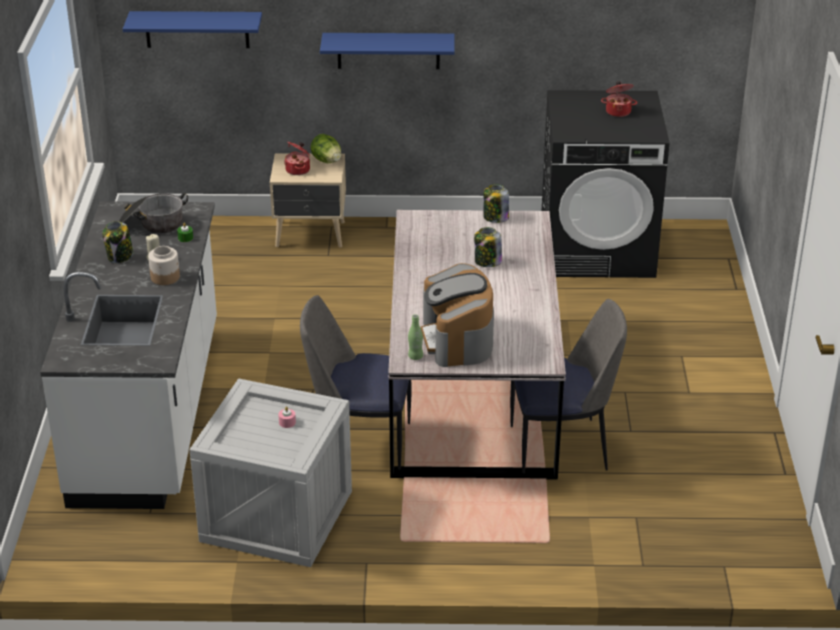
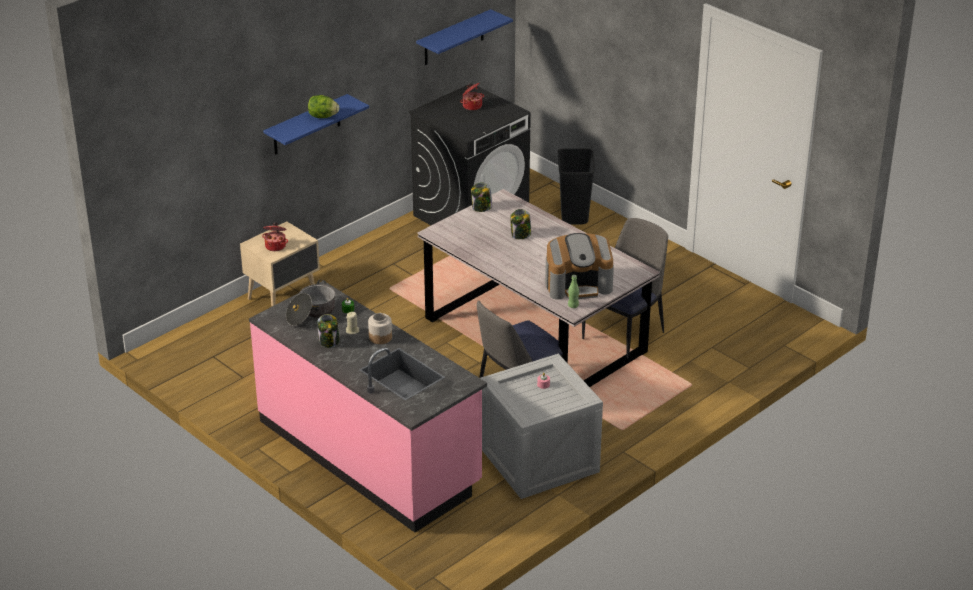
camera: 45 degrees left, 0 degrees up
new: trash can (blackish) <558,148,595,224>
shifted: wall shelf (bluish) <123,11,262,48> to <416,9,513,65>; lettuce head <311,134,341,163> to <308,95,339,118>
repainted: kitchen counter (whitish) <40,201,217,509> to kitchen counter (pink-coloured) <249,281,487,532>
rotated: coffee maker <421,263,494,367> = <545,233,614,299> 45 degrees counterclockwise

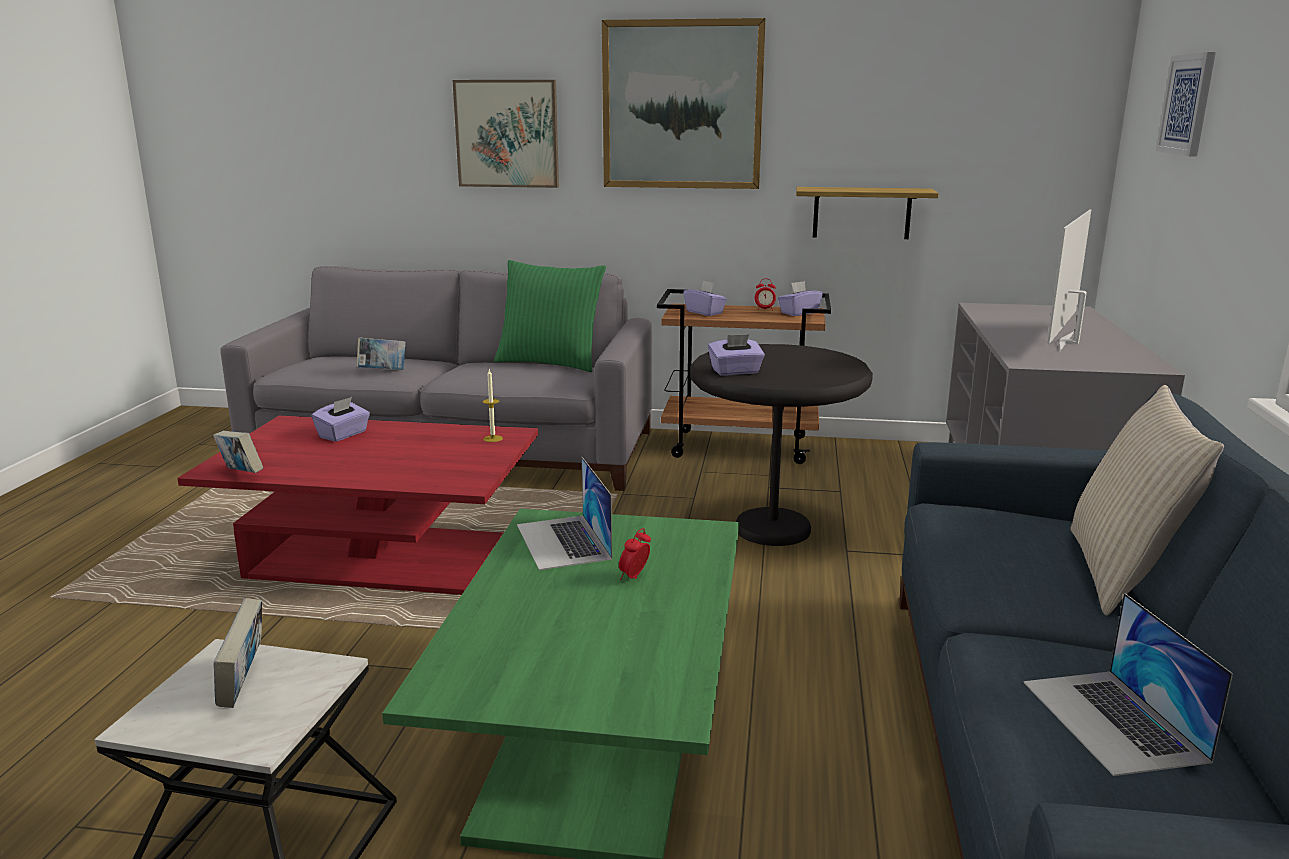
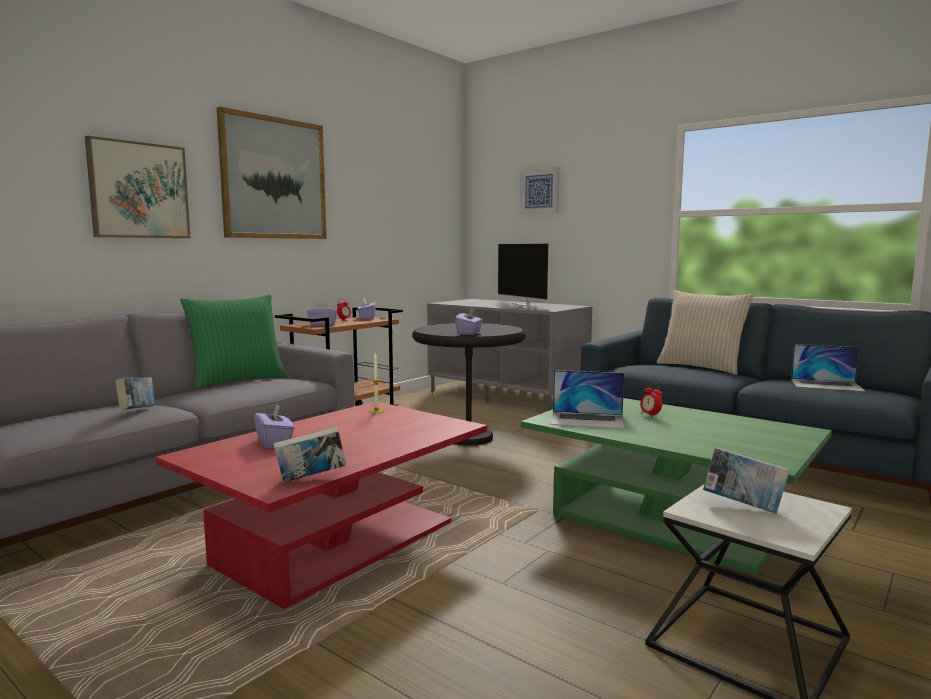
camera: 60 degrees left, 10 degrees down
gone: wall shelf <796,187,939,239>

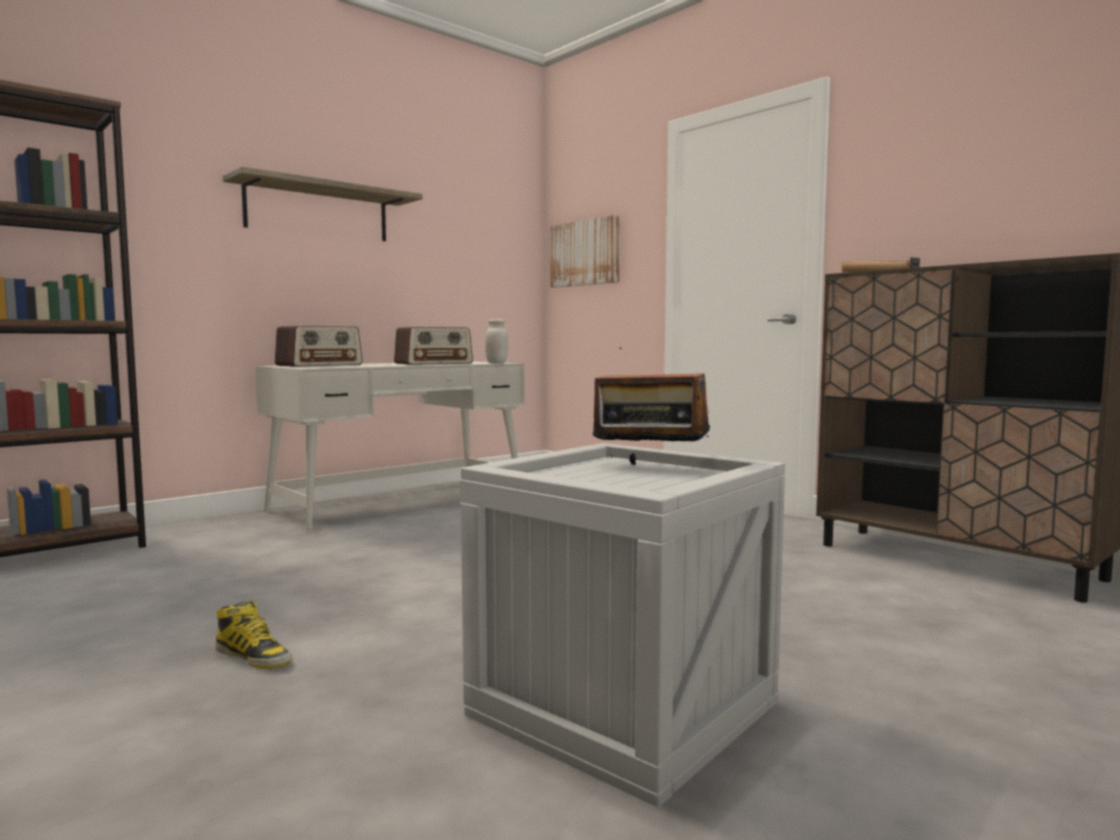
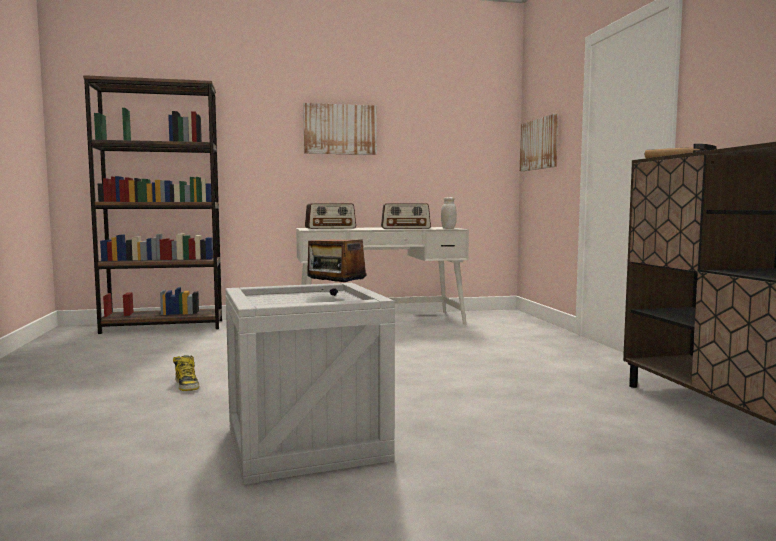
camera: 30 degrees right, 0 degrees up
swapped: wall shelf <223,166,422,241> to picture <303,103,377,155>

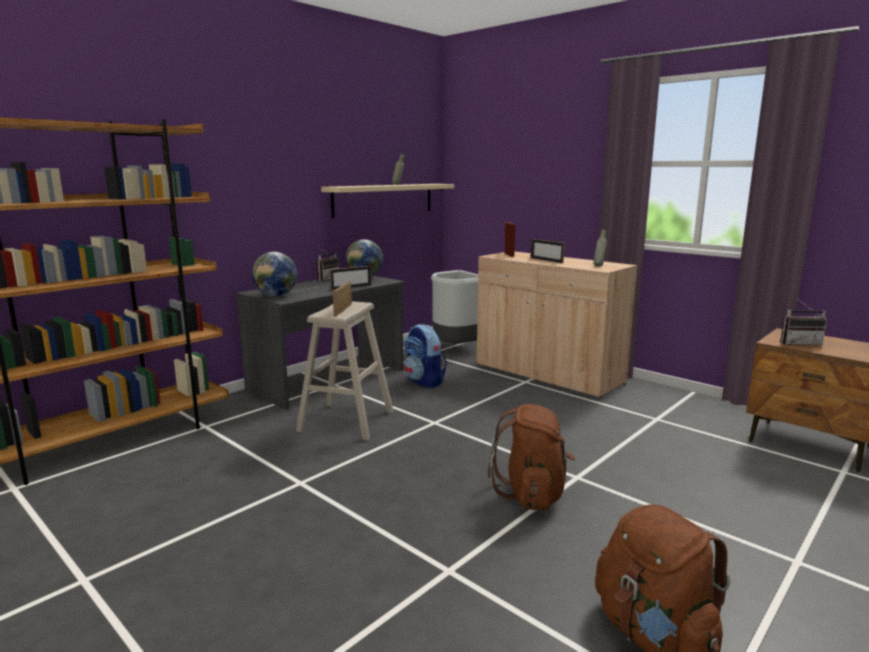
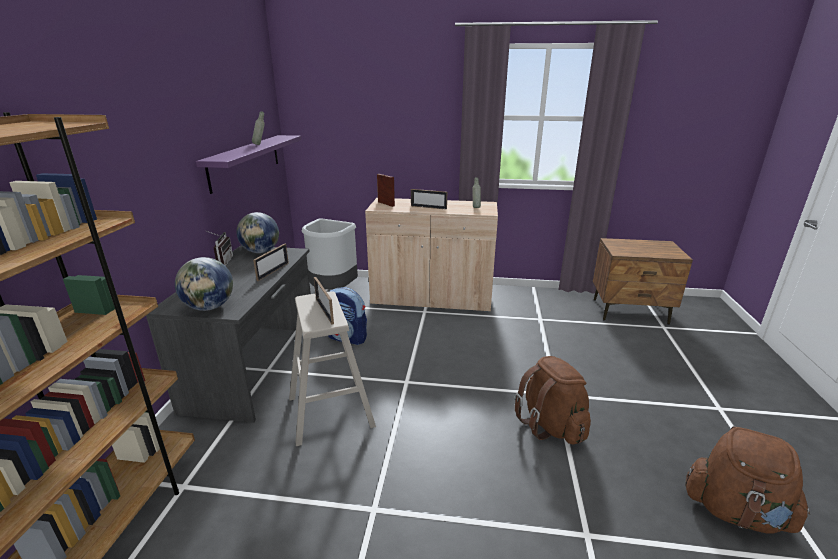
camera: 35 degrees left, 10 degrees up
gone: radio set <780,298,827,346>
repainted: wall shelf (beige) <321,184,454,218> to wall shelf (purple-coloured) <196,135,301,194>

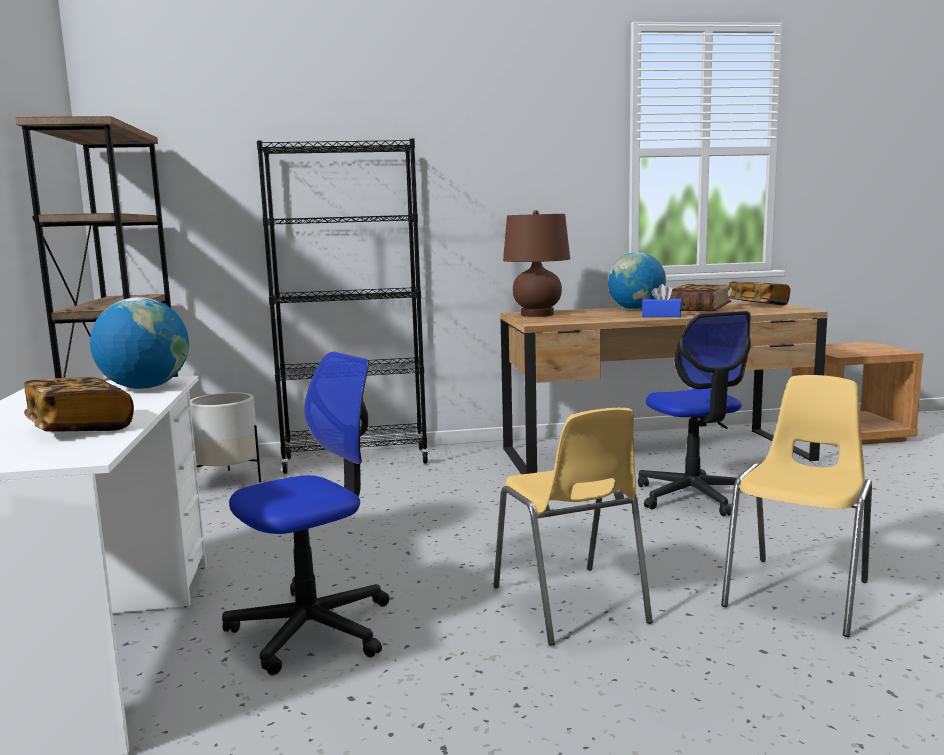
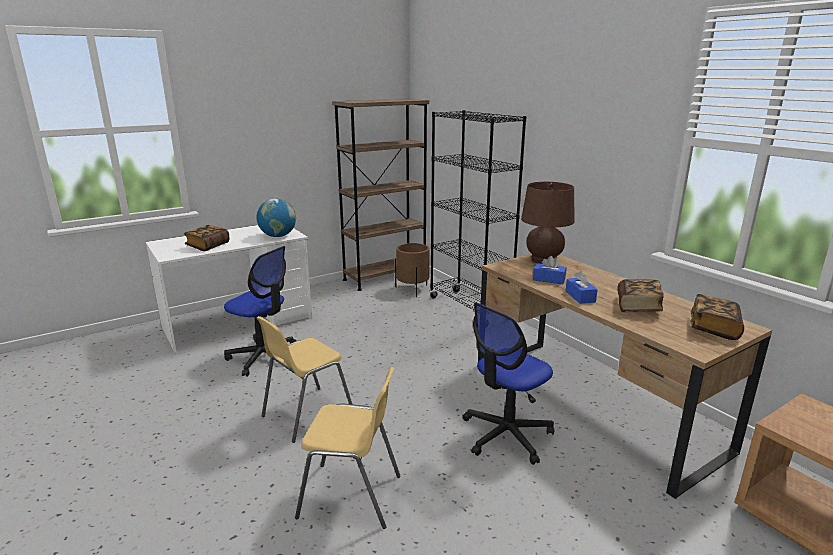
camera: 65 degrees right, 10 degrees up
gone: world globe <608,252,666,310>
new: tissue box (bluish) <533,256,567,284>
repainted: plant pot (whitish) <190,392,261,483> to plant pot (brown-coloured) <395,243,430,297>

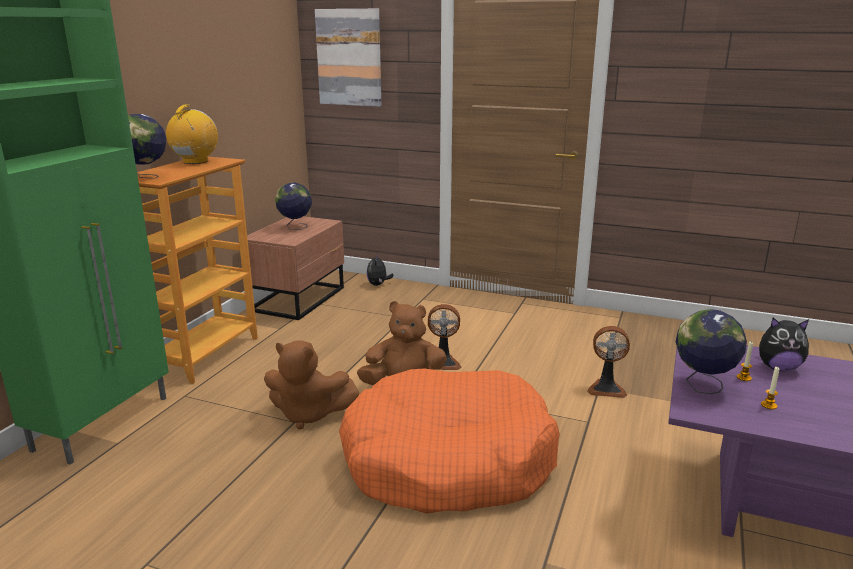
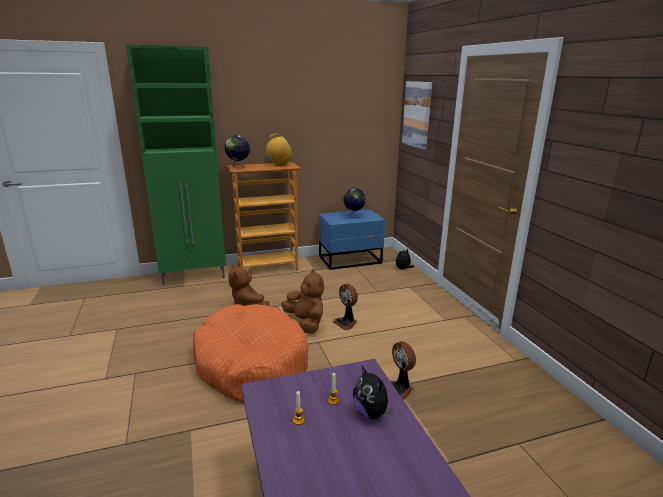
camera: 50 degrees right, 0 degrees up
gone: world globe <675,309,747,394>
repainted: bedside table (brown-coloured) <247,216,344,320> to bedside table (bluish) <319,209,385,270>

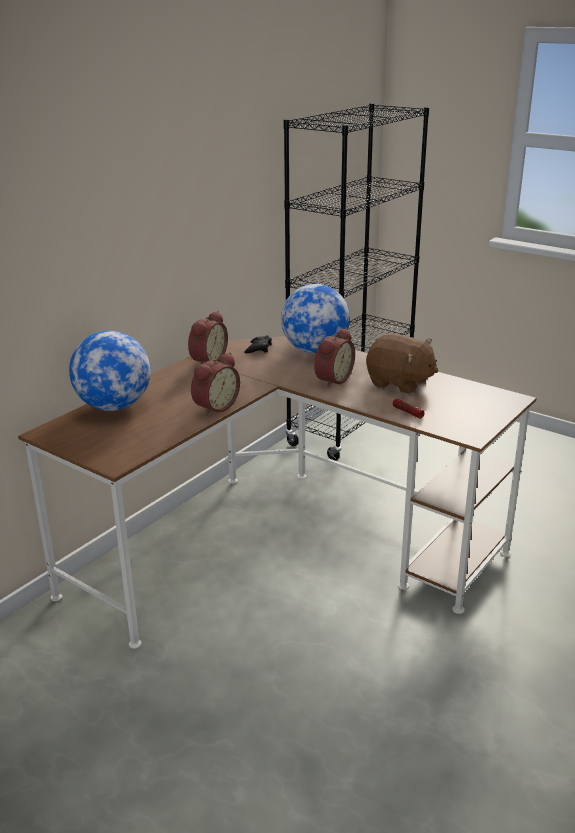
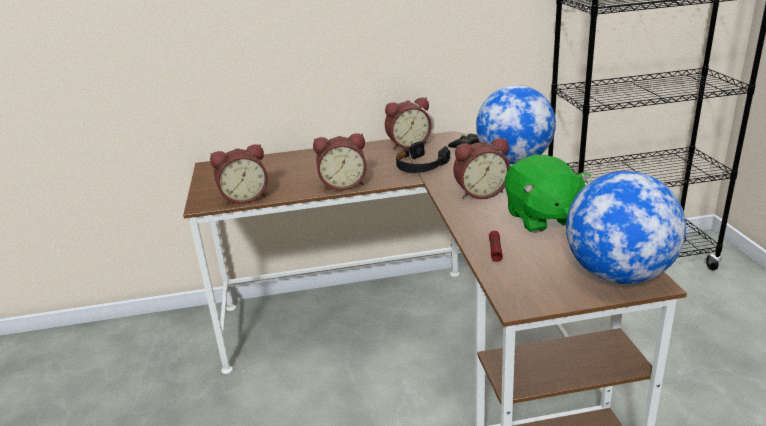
camera: 45 degrees right, 0 degrees up
new: alarm clock <210,144,268,204>; pair of headphones (blackish) <396,141,450,173>
shifted: world globe <69,331,151,411> to <566,171,686,284>
repainted: soft toy (brown-coloured) <366,333,438,394> to soft toy (greenish) <505,155,591,233>

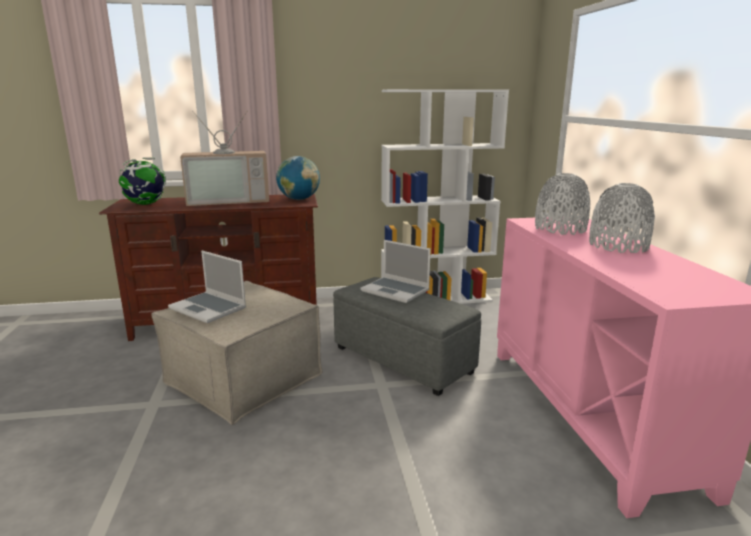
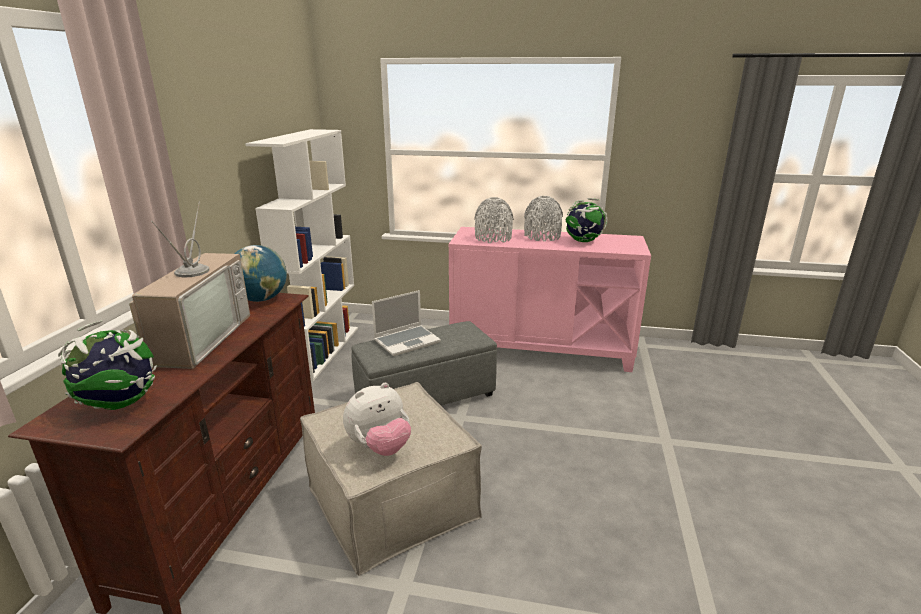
camera: 70 degrees left, 5 degrees up
new: world globe <566,198,607,242>
swapped: laptop <168,250,246,323> to soft toy <343,383,411,456>

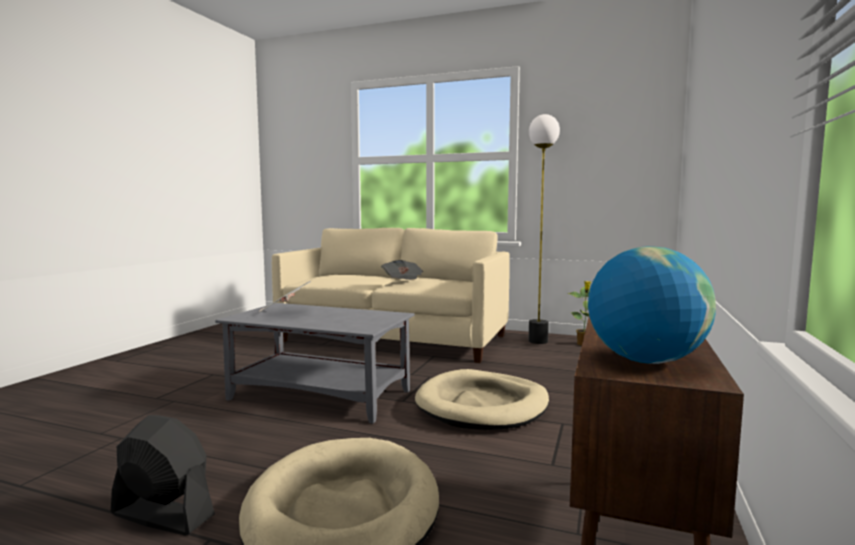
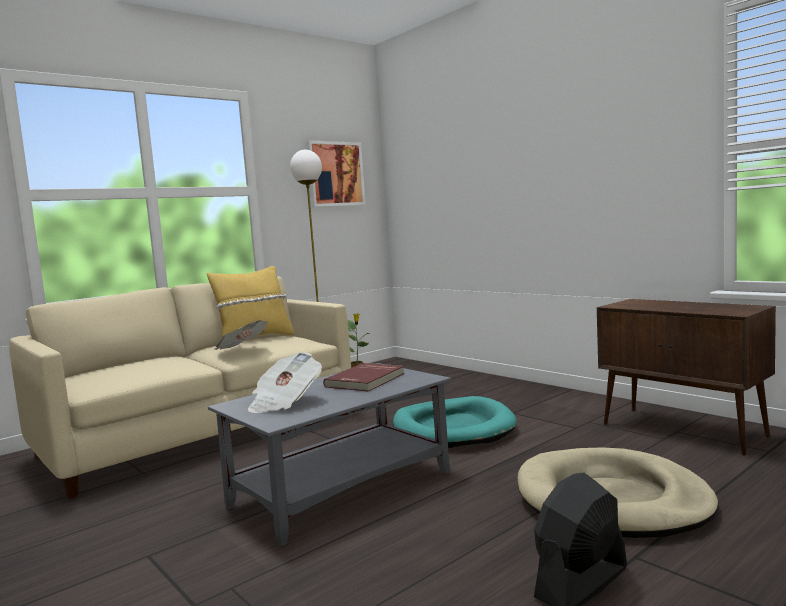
camera: 60 degrees left, 0 degrees up
gone: world globe <588,246,716,364>
new: pillow (yellow-coloured) <207,266,294,337>; picture <307,140,366,207>; book (reddish) <323,363,405,391>
repainted: pet bed (beige) <415,369,549,430> to pet bed (turquoise) <393,396,517,448>

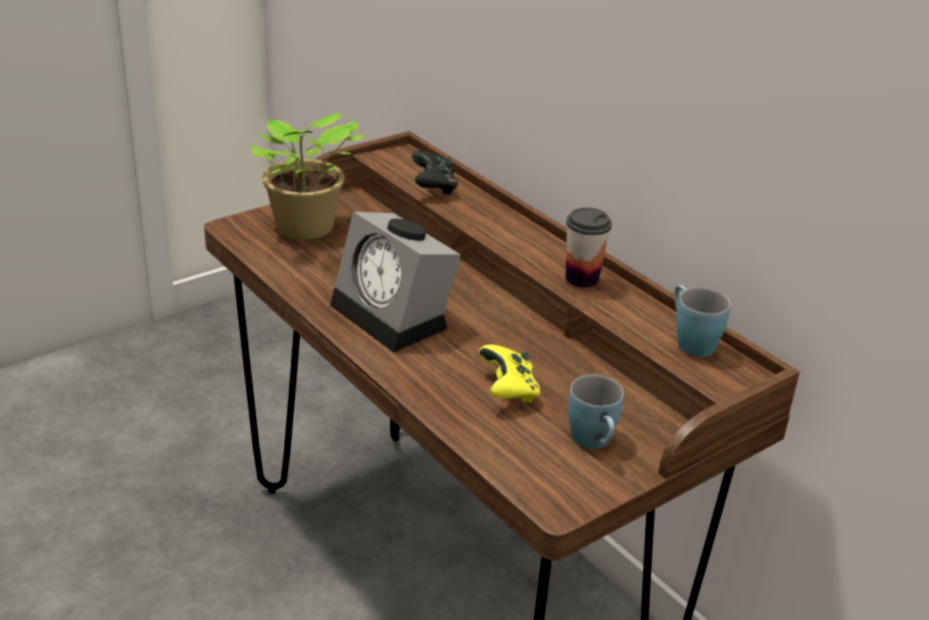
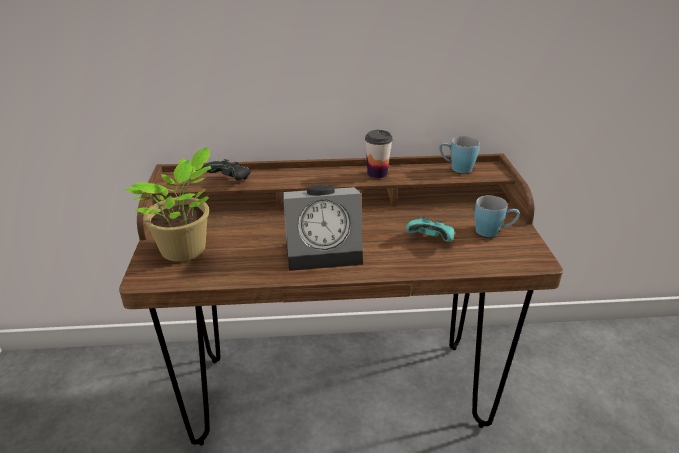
camera: 55 degrees left, 0 degrees up
repainted: gamepad (yellow-coloured) <479,345,540,403> to gamepad (turquoise) <406,216,455,242>

